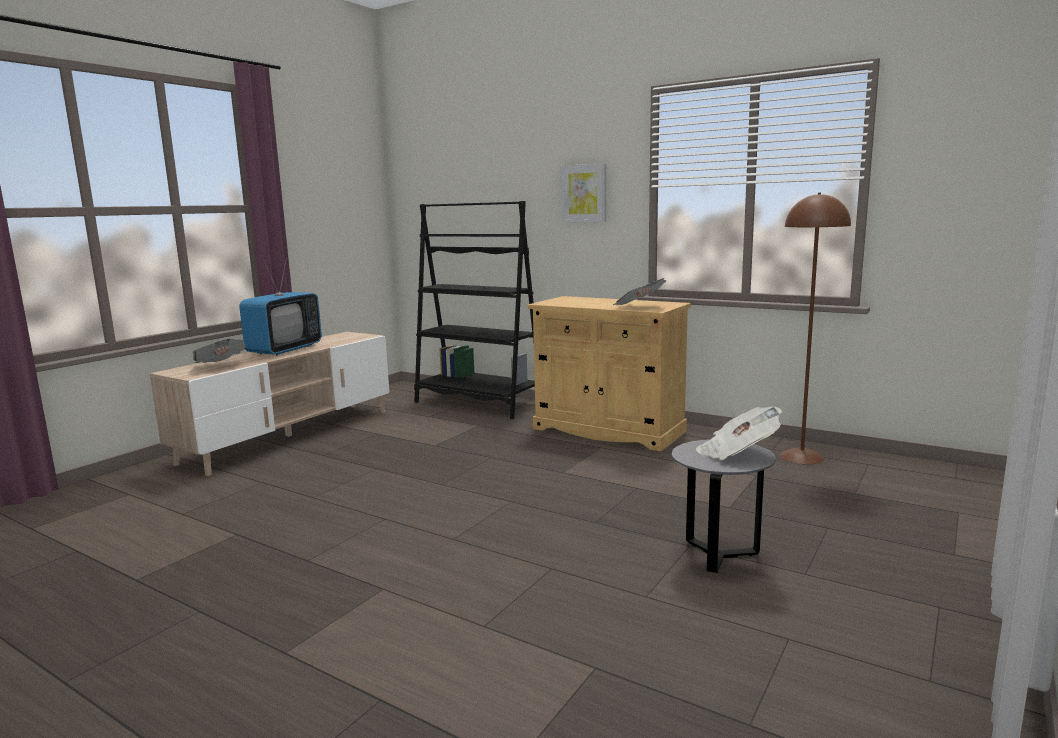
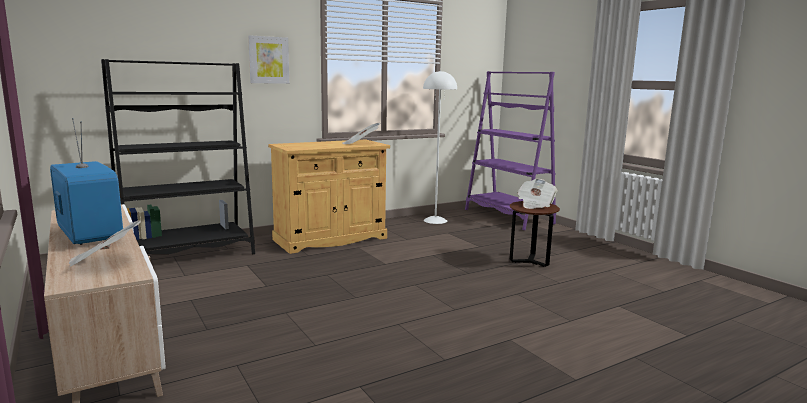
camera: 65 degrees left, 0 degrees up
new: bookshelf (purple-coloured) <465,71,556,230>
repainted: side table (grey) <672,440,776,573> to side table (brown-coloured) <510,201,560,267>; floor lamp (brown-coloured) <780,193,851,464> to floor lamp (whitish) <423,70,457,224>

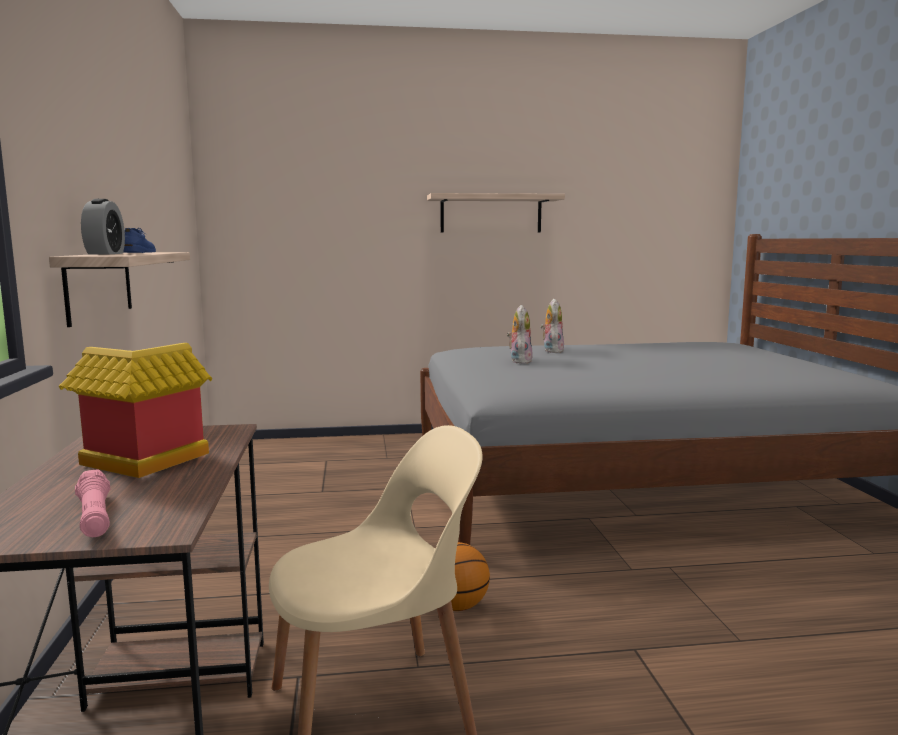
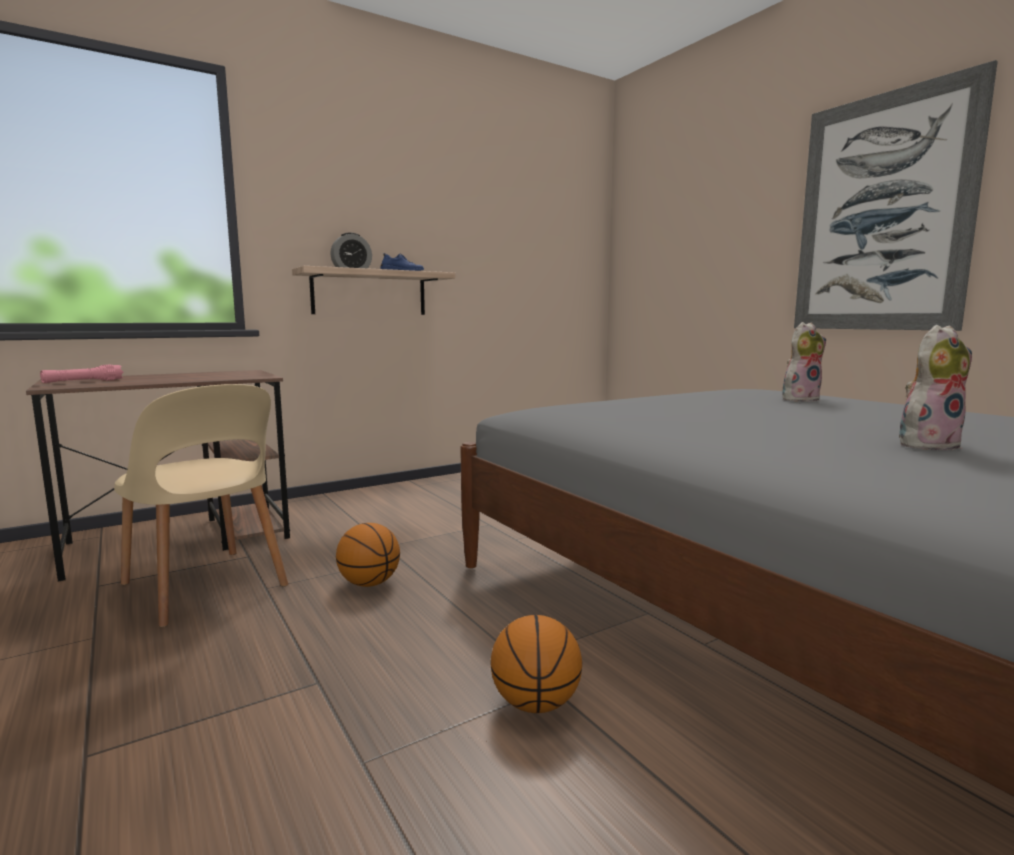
camera: 65 degrees right, 0 degrees up
gone: model house <59,343,212,478>
new: ball for basketball <491,615,582,713>
shifted: soft toy <507,305,533,364> to <899,325,972,451>
swapped: wall shelf <427,193,565,233> to picture <794,60,998,331>

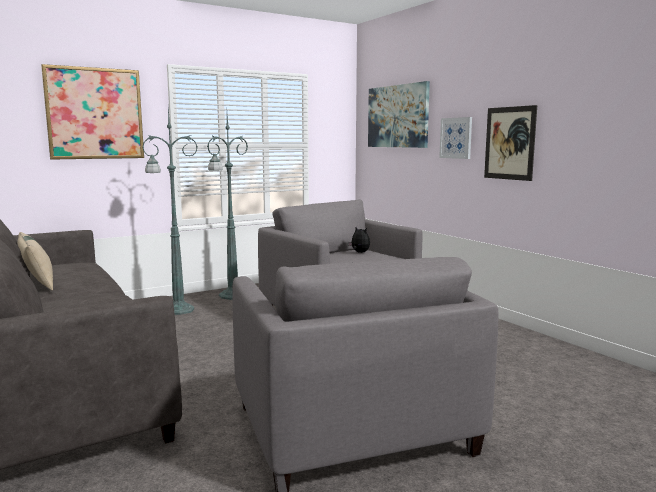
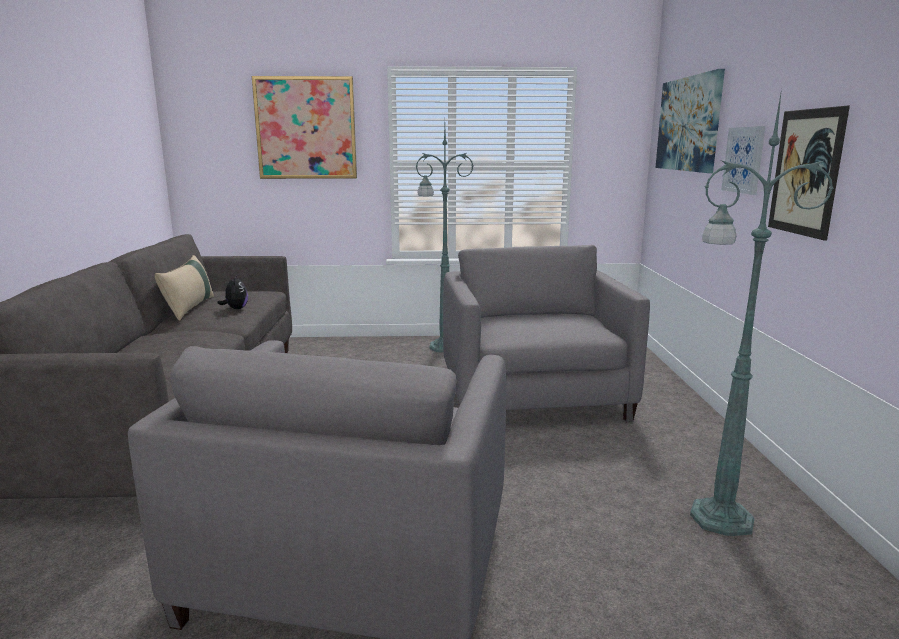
camera: 30 degrees right, 5 degrees up
shifted: floor lamp (greenish) <142,108,198,315> to <690,89,834,536>; soft toy <348,227,370,253> to <218,274,248,309>

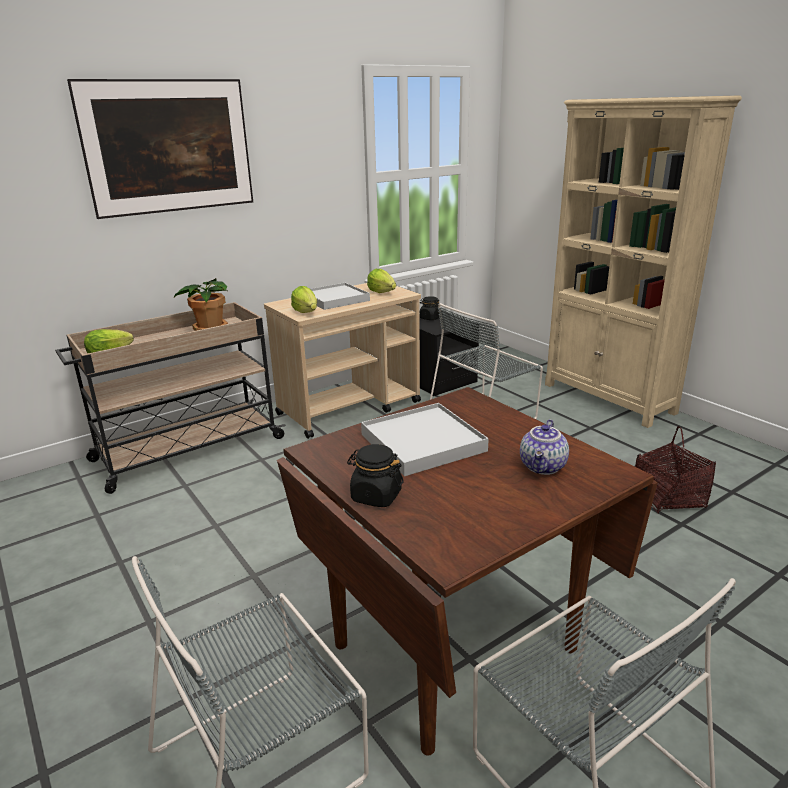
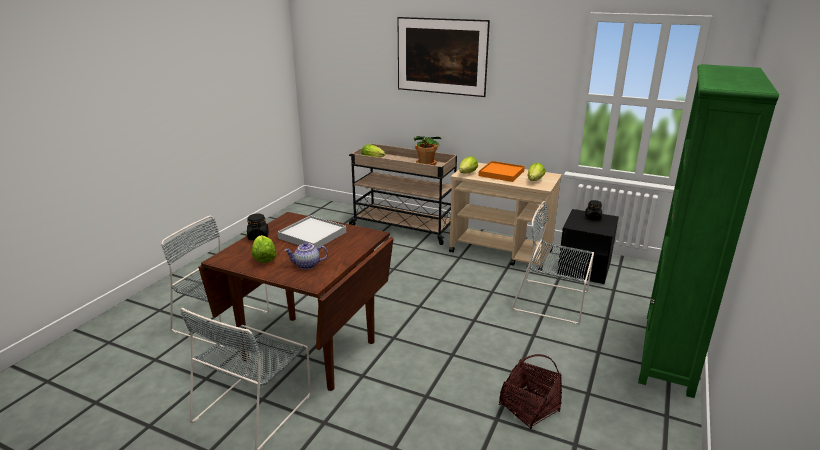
camera: 60 degrees right, 0 degrees up
new: lettuce head <252,235,277,263>
repainted: tray (whitish) <311,283,370,310> to tray (orange) <478,161,525,182>; bookshelf (beige) <545,95,742,428> to bookshelf (greenish) <638,64,779,398>

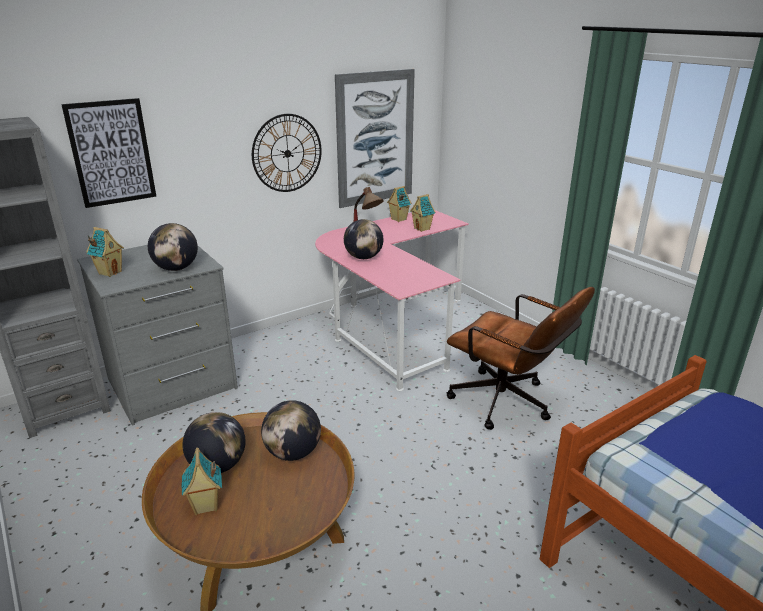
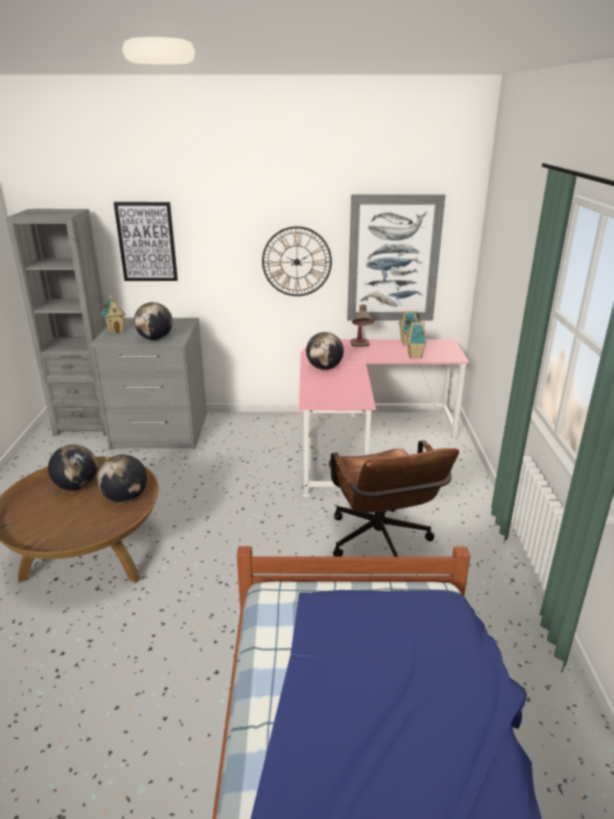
camera: 35 degrees right, 0 degrees up
gone: model house <182,447,222,515>

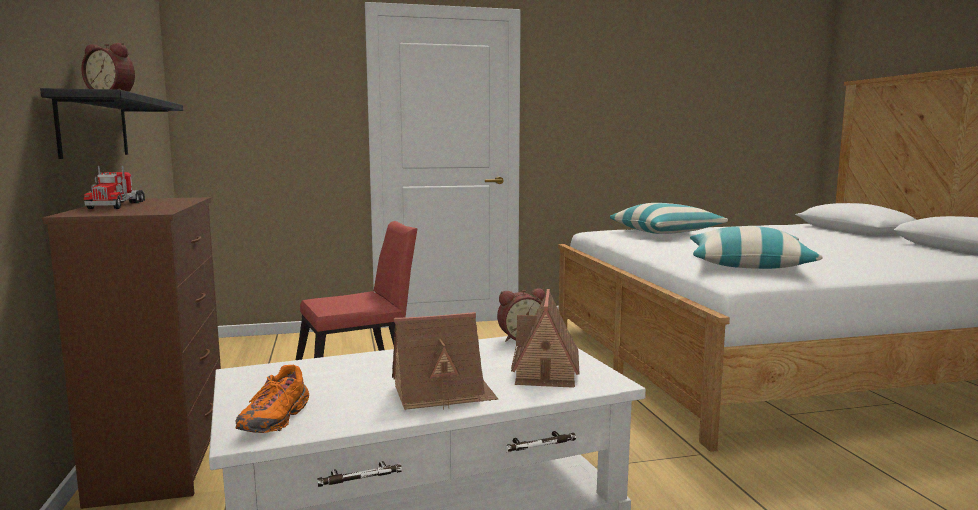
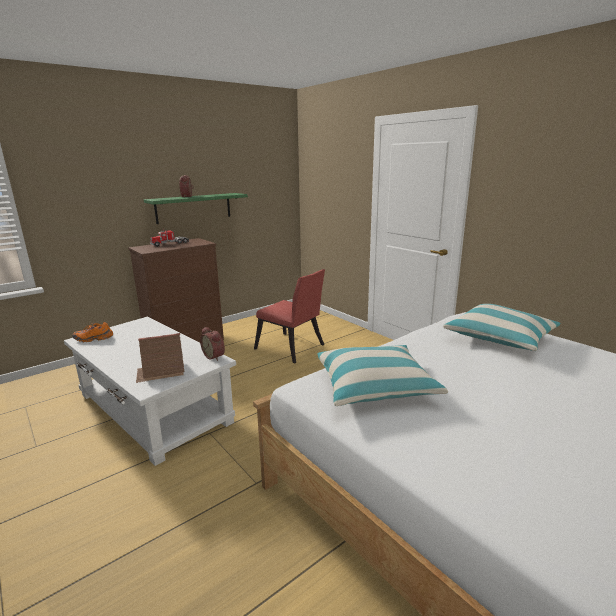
camera: 65 degrees right, 10 degrees up
gone: model house <392,312,498,410>
repainted: wall shelf (blackish) <40,88,183,159> to wall shelf (greenish) <144,193,248,224>

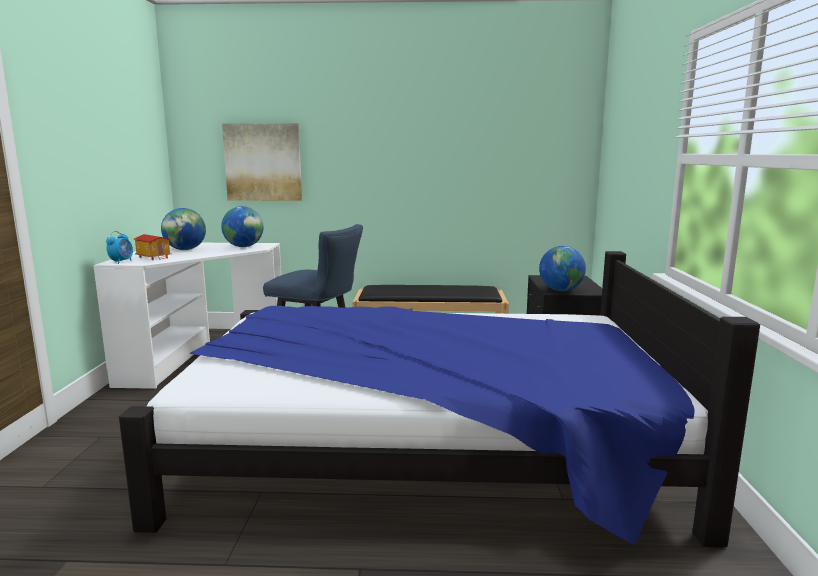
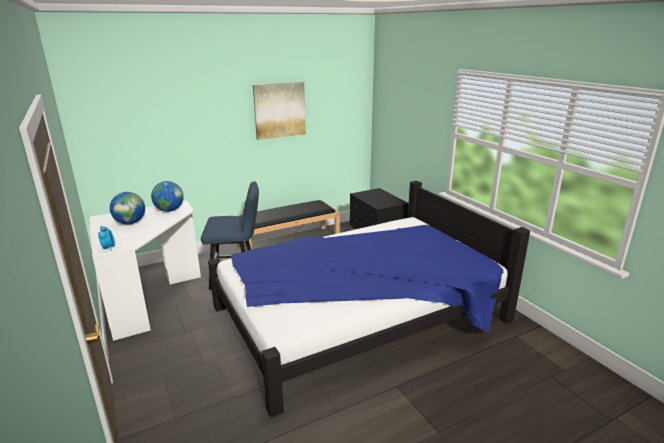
camera: 30 degrees left, 10 degrees up
gone: model house <134,234,172,260>; world globe <539,246,586,291>
shifted: picture <222,123,302,201> to <253,82,306,140>

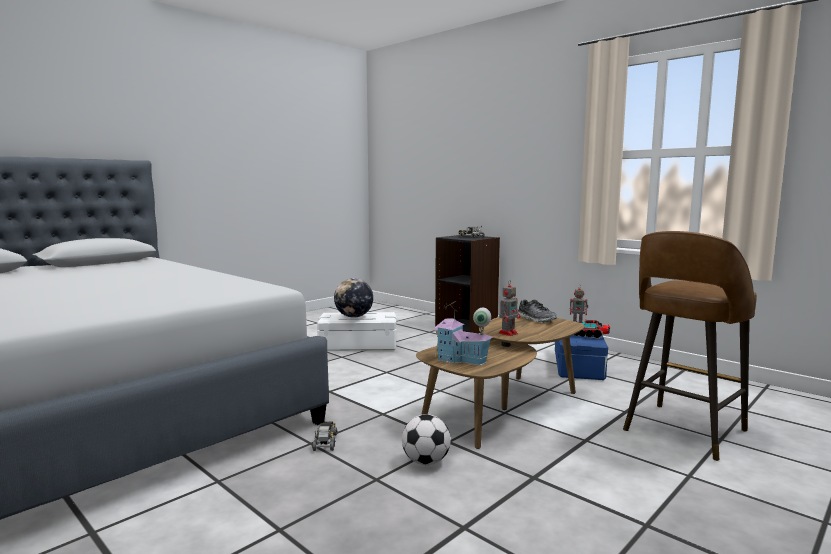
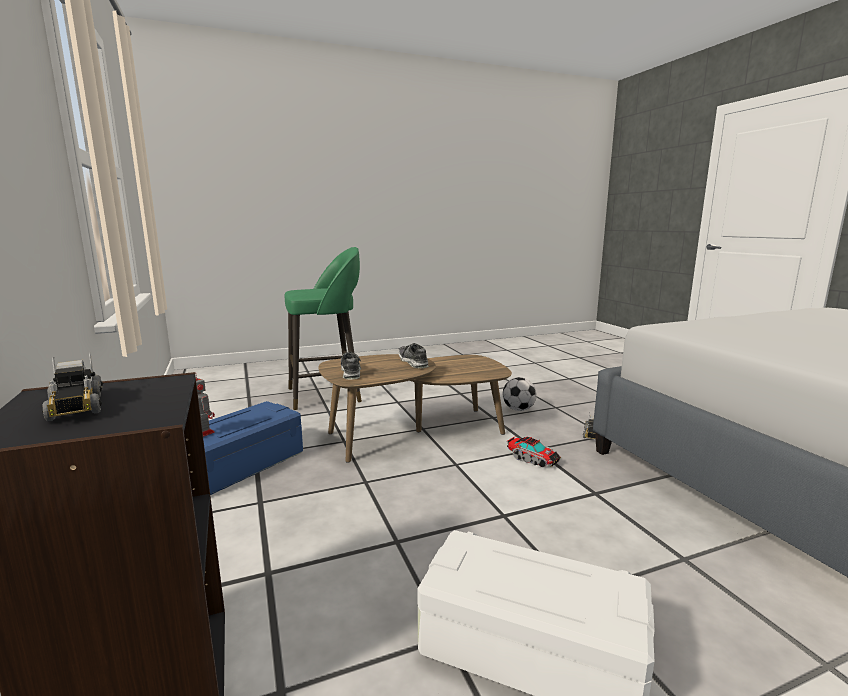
camera: 155 degrees left, 5 degrees up
gone: world globe <334,278,373,318>; model house <432,301,493,365>
shifted: toy lorry <574,319,610,339> to <507,436,561,467>
swapped: model robot <499,280,521,336> to shoe <399,343,429,368>
repainted: stool seat (brown-coloured) <623,231,757,461> to stool seat (greenish) <285,247,362,410>

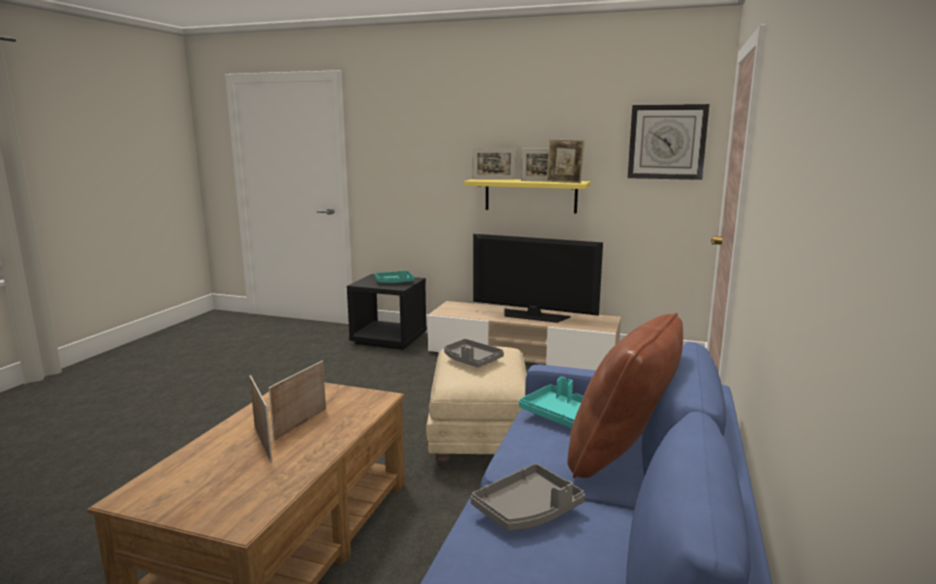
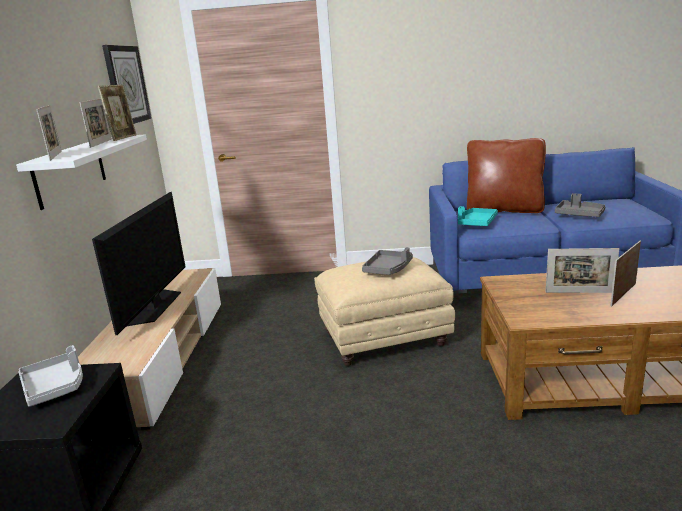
camera: 105 degrees left, 5 degrees up
repainted: tray (turquoise) <374,270,415,283> to tray (grey) <18,345,83,407>; wall shelf (yellow-coloured) <464,179,591,214> to wall shelf (whitish) <16,134,147,210>

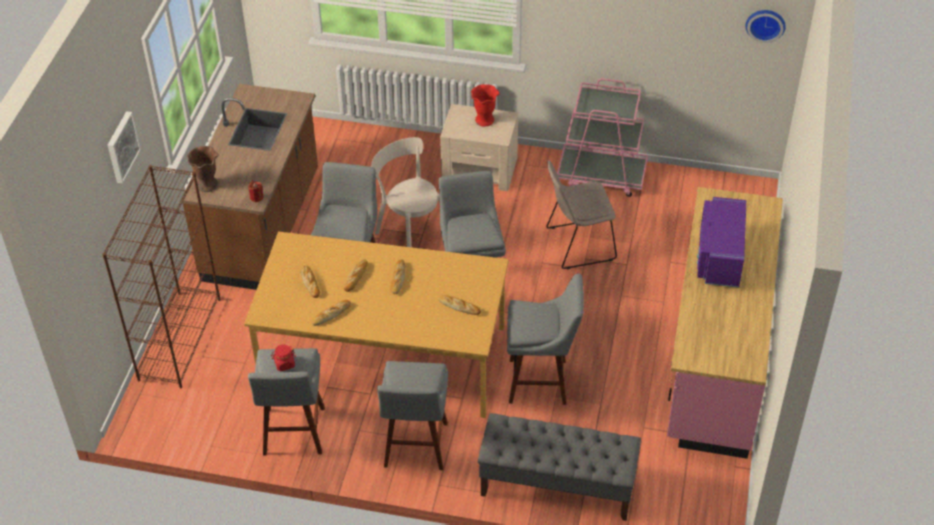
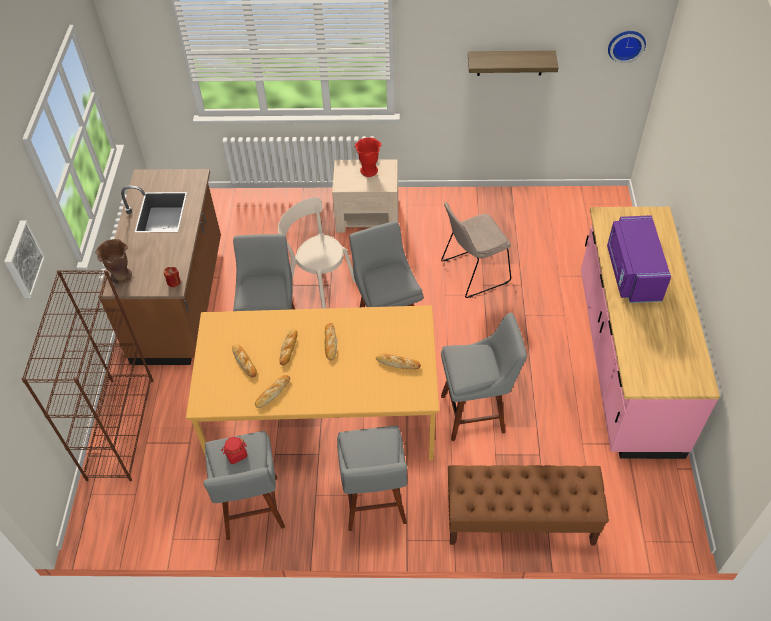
camera: 10 degrees left, 5 degrees up
gone: trolley (pink-coloured) <557,78,648,197>
new: wall shelf <468,50,558,76>
repainted: long seat (grey) <478,413,641,521> to long seat (brown-coloured) <448,465,609,546>

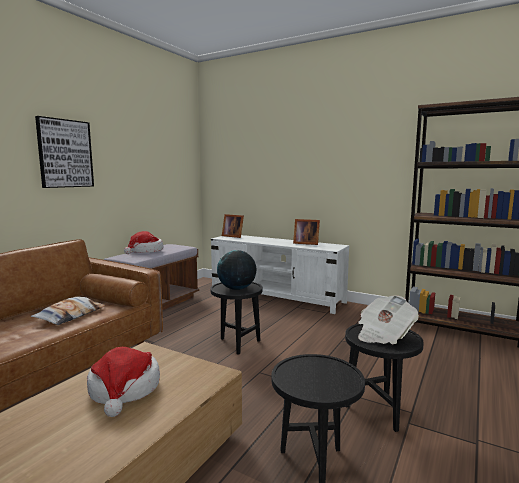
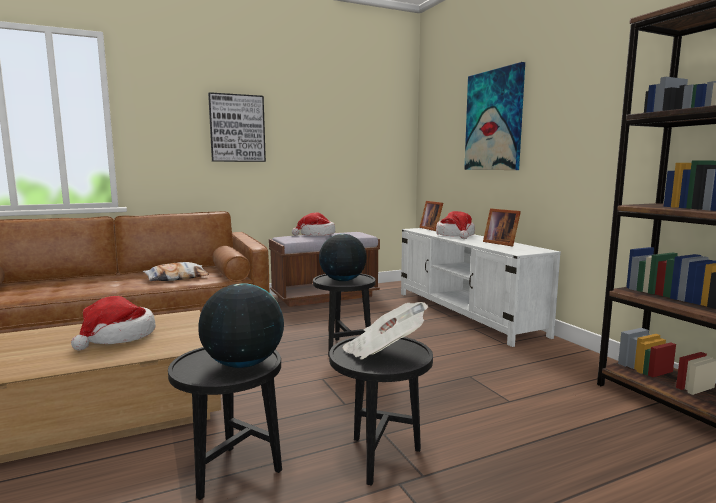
camera: 35 degrees right, 0 degrees up
new: world globe <198,283,284,368>; clothing hat <436,211,475,239>; picture <464,62,525,170>

